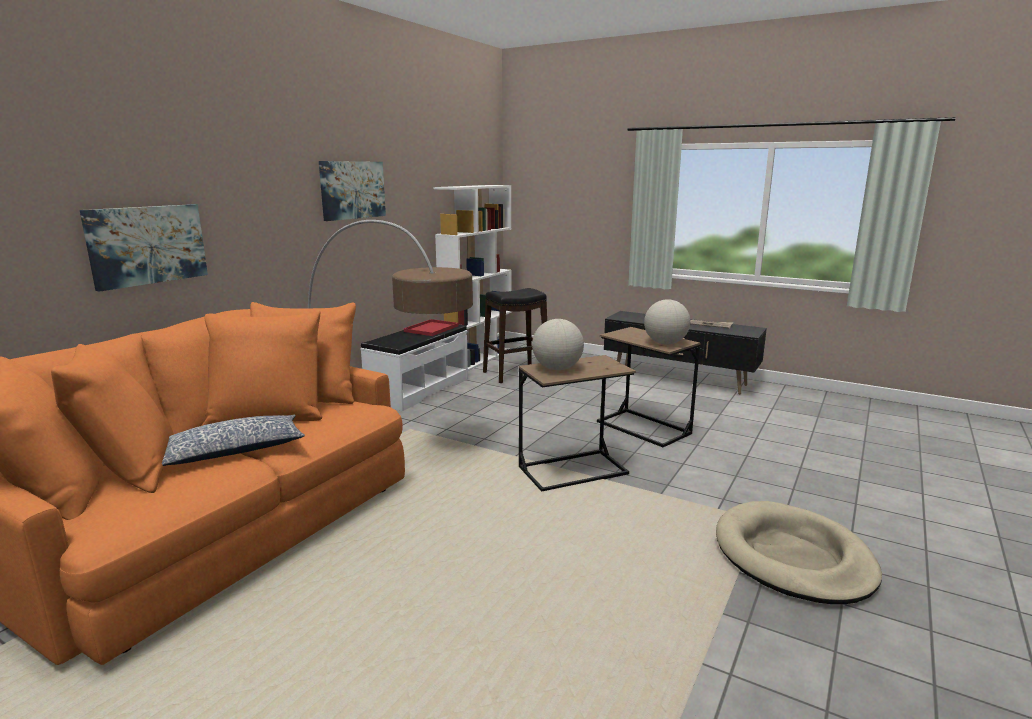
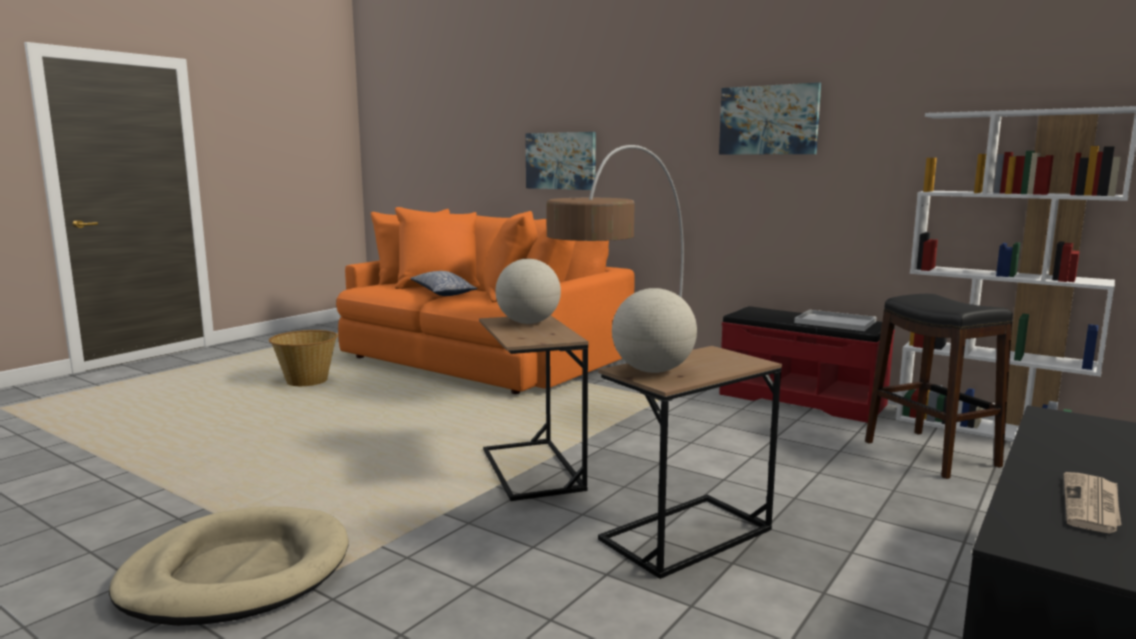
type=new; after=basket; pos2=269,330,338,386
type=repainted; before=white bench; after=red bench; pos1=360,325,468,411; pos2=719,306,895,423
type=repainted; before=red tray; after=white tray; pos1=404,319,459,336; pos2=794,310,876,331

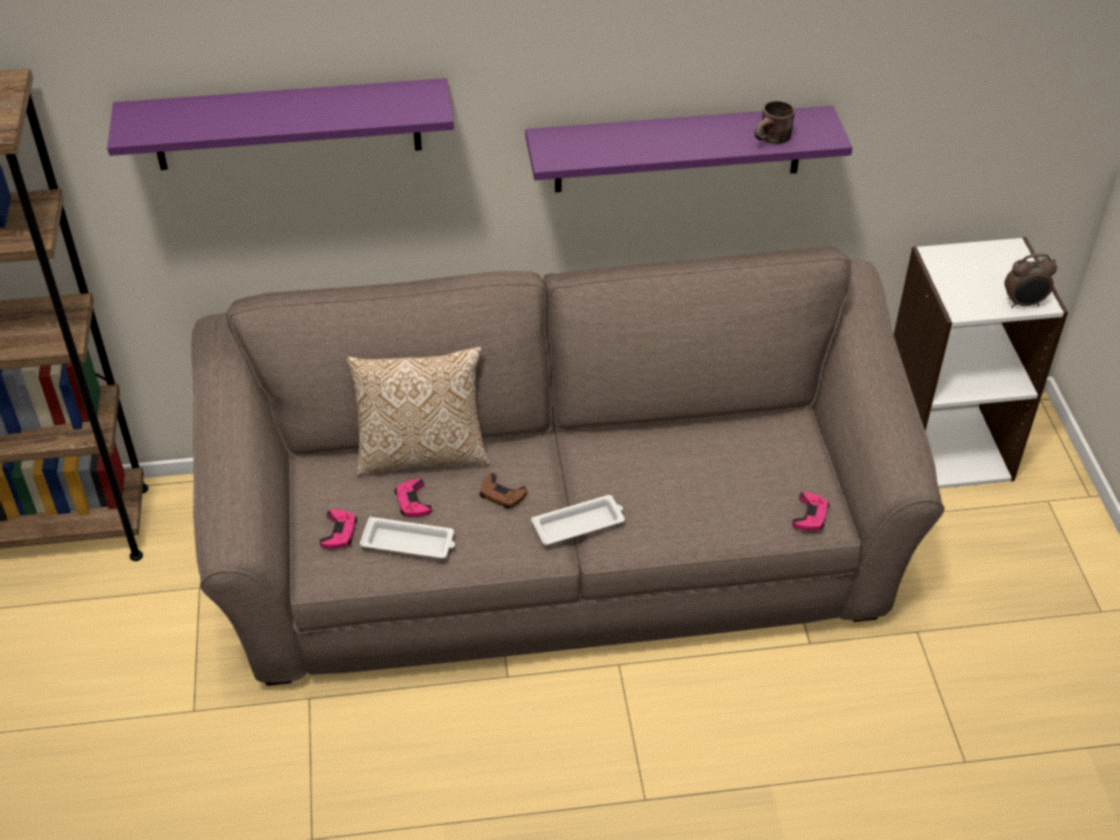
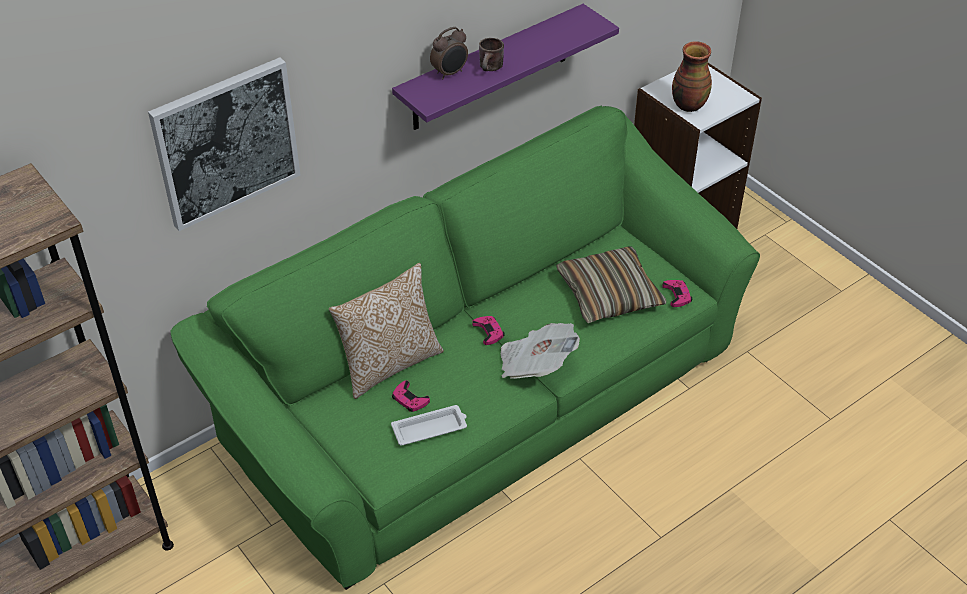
type=swapped; before=purple shelf; after=picture; pos1=107,78,454,170; pos2=148,57,300,231
type=repainted; before=brown sofa; after=green sofa; pos1=191,246,945,686; pos2=170,106,760,590
type=shifted; before=alarm clock; pos1=1005,254,1057,308; pos2=430,27,468,79
type=shifted; before=pink game controller; pos1=319,509,357,549; pos2=472,316,505,345
type=shifted; before=brown mug; pos1=754,101,795,144; pos2=479,38,504,71
type=swapped; before=white tray; after=newspaper; pos1=531,495,625,545; pos2=501,323,580,379
type=new; after=pillow; pos2=556,247,666,323
type=new; after=vase; pos2=672,41,712,112
type=gone; before=brown game controller; pos1=479,473,527,509

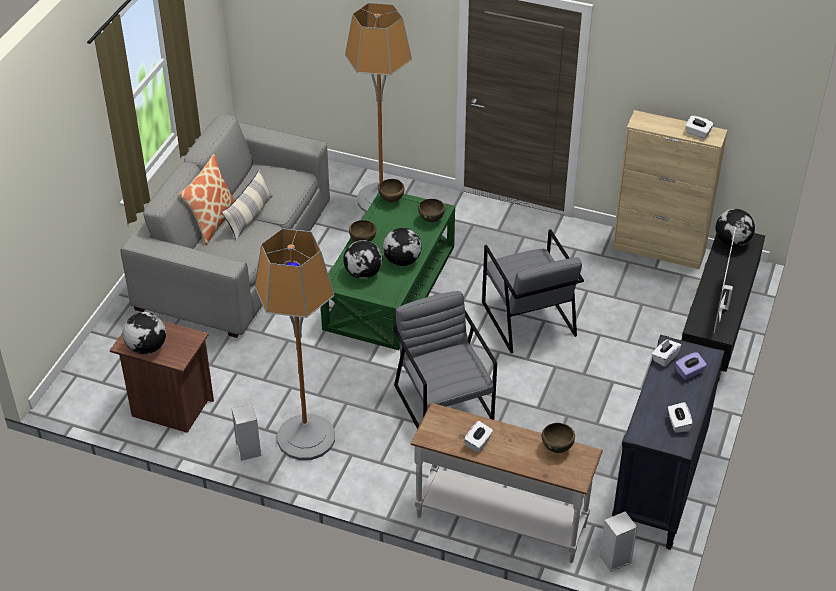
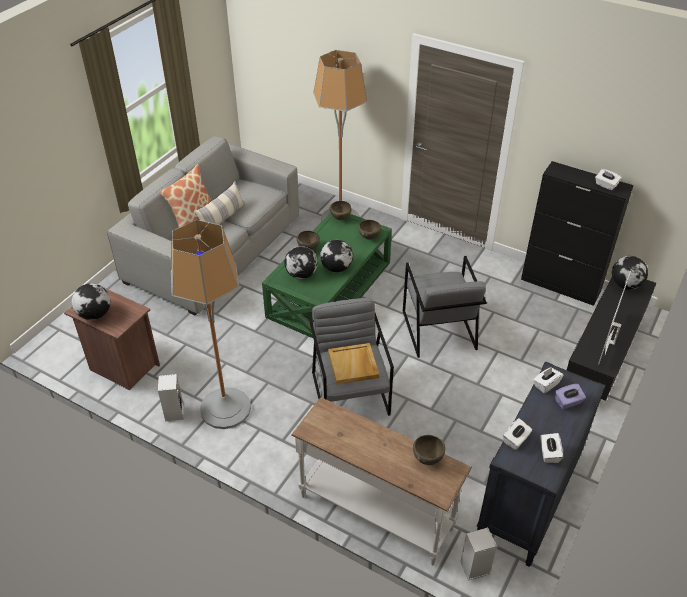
type=new; after=beige tray; pos2=328,343,379,385
type=shifted; before=white tissue box; pos1=464,421,493,452; pos2=503,418,532,450
type=repainted; before=beige cabinet; after=black cabinet; pos1=612,110,728,269; pos2=521,161,634,306

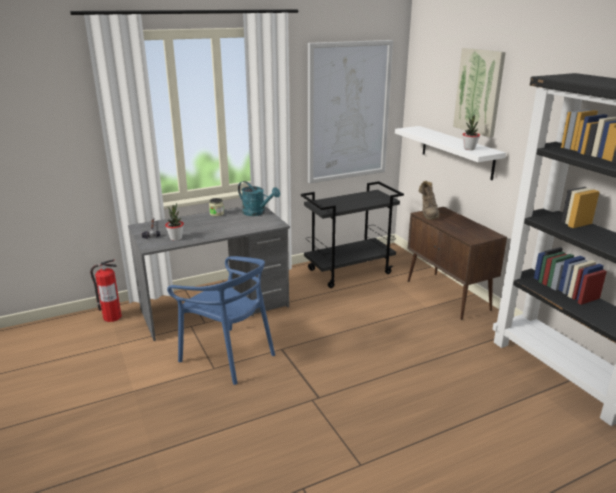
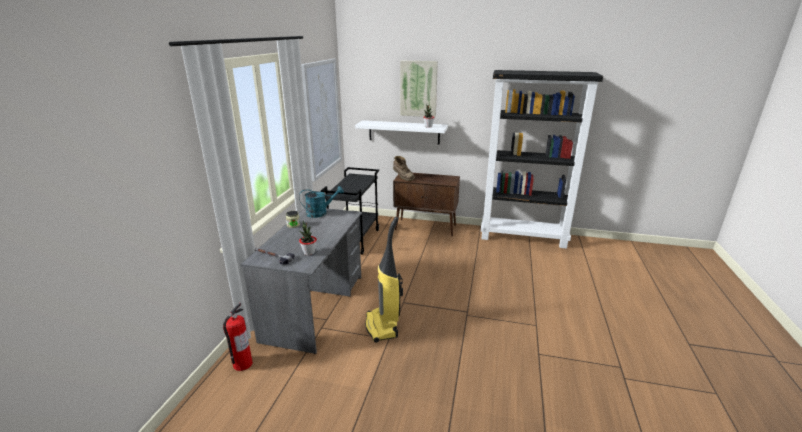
type=swapped; before=blue chair; after=vacuum cleaner; pos1=167,256,275,385; pos2=365,217,403,343

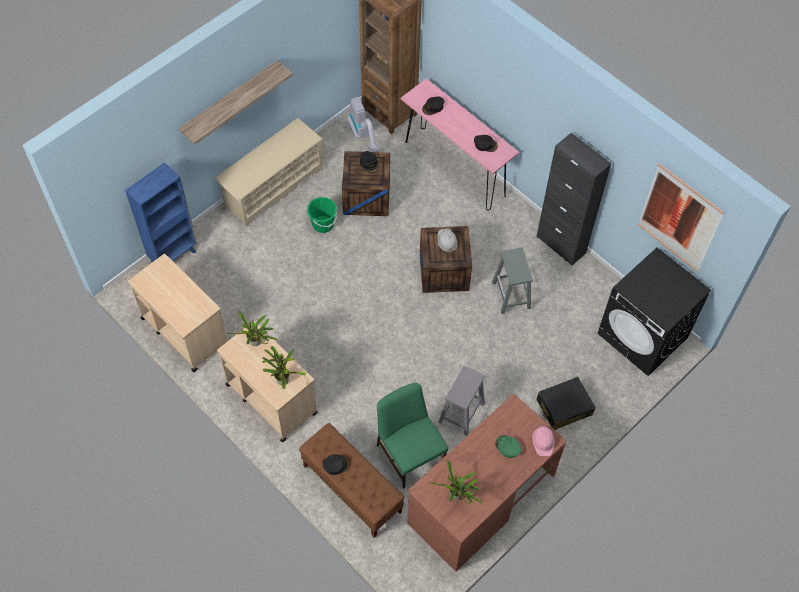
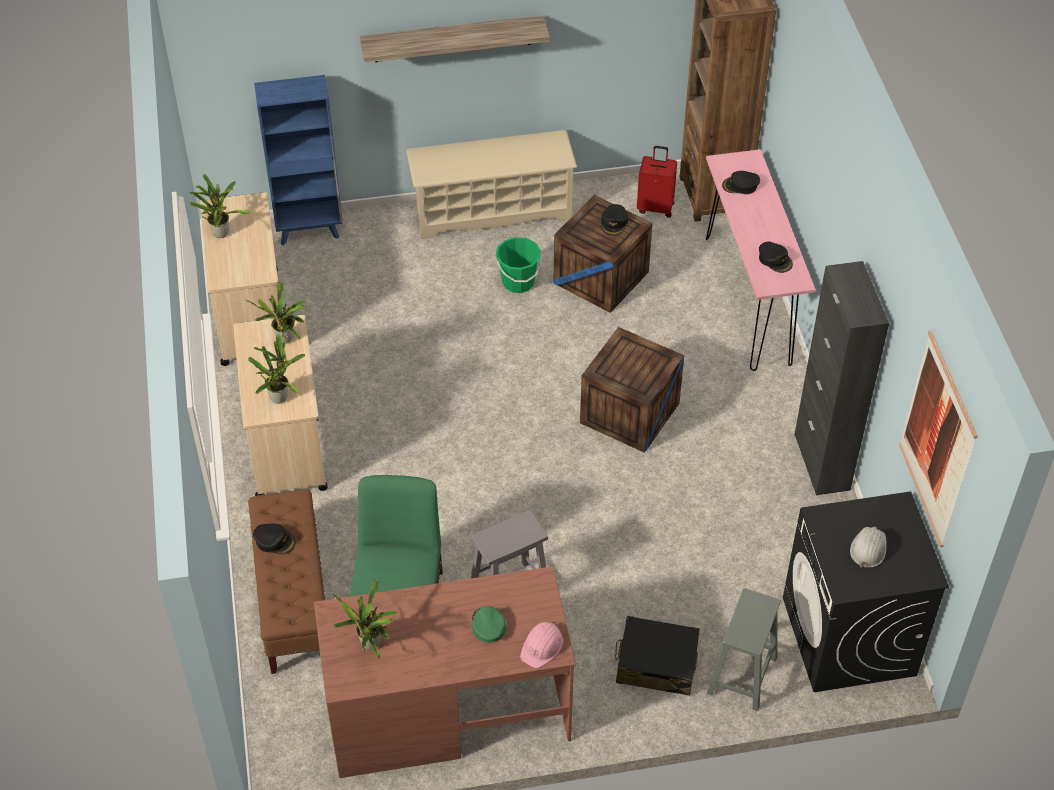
type=new; after=potted plant; pos2=189,174,250,238
type=swapped; before=vacuum cleaner; after=red suitcase; pos1=347,97,380,151; pos2=637,146,677,218
type=shifted; before=grey stool; pos1=492,247,533,314; pos2=707,588,781,711
type=shifted; before=white hard hat; pos1=438,228,458,252; pos2=850,527,887,568

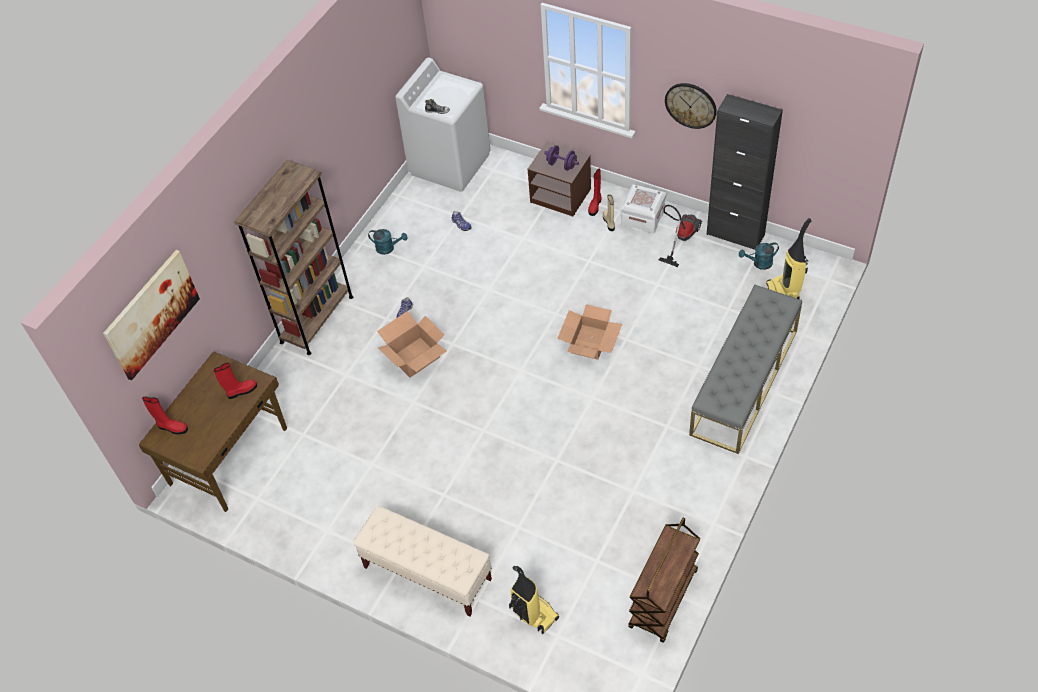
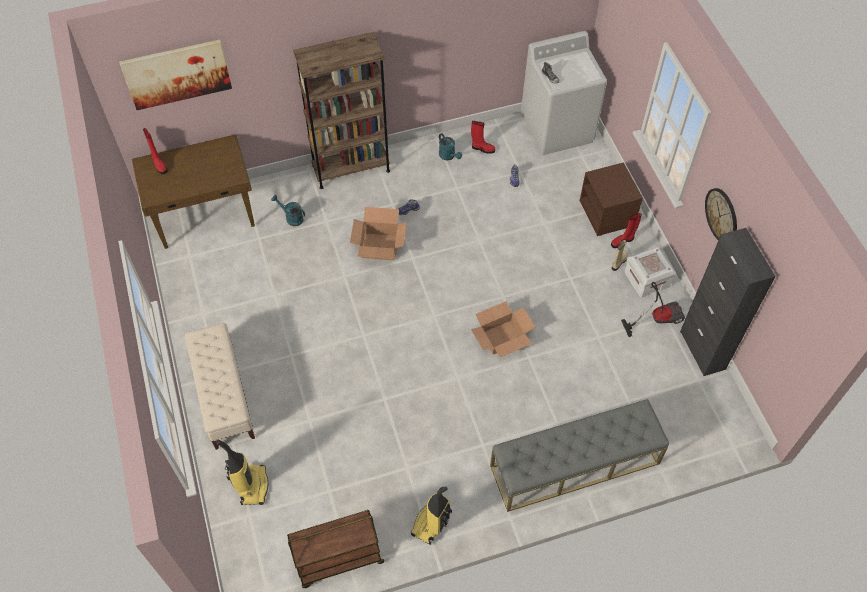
type=shifted; before=turquoise watering can; pos1=739,242,779,270; pos2=271,195,305,226
type=shifted; before=vacuum cleaner; pos1=766,218,812,299; pos2=411,486,452,545
type=shifted; before=red boot; pos1=214,363,257,399; pos2=471,121,495,154
type=gone; before=purple dumbbell; pos1=544,145,579,171

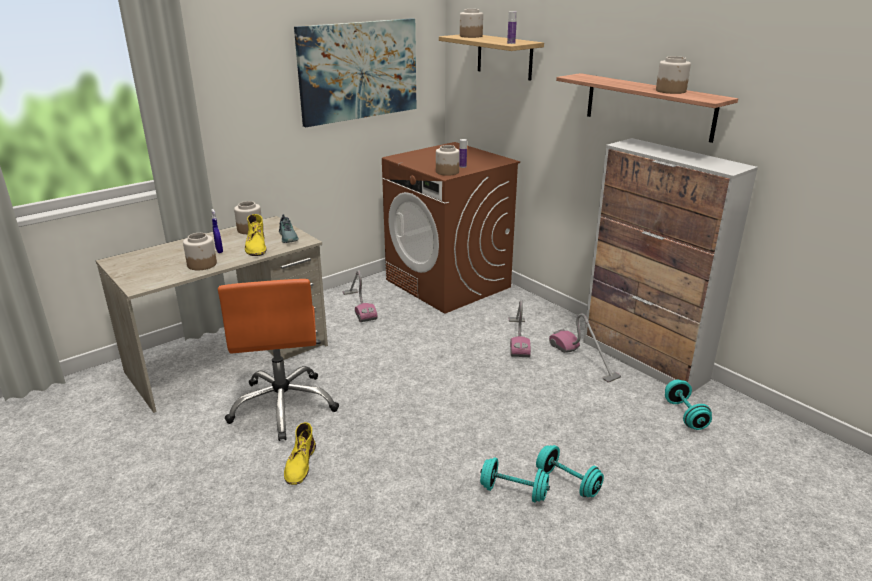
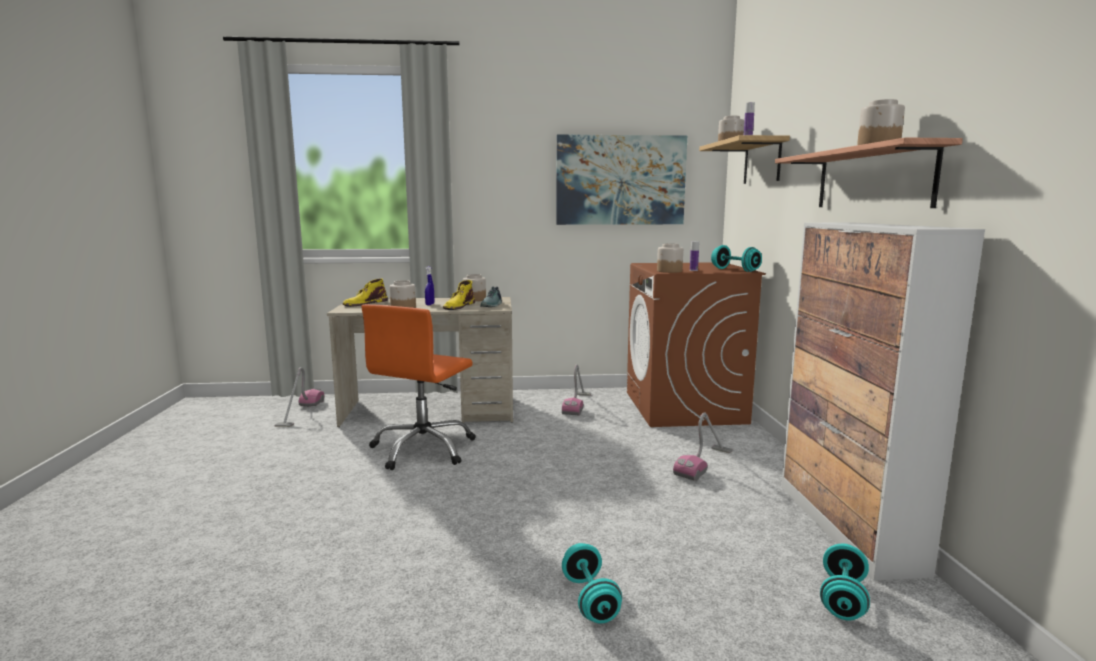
type=shifted; before=vacuum cleaner; pos1=549,313,621,383; pos2=274,367,324,427
type=shifted; before=yellow boot; pos1=284,422,316,485; pos2=343,278,388,307
type=shifted; before=turquoise dumbbell; pos1=480,457,550,503; pos2=711,245,762,272

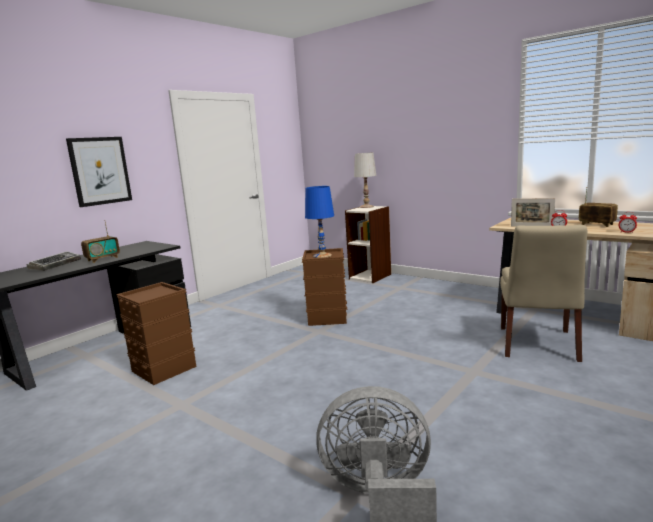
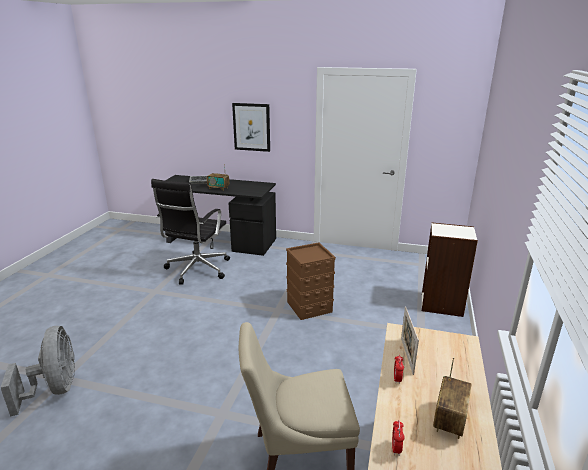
type=swapped; before=brown storage box; after=black office chair; pos1=116,282,196,385; pos2=151,179,230,285
type=gone; before=blue table lamp; pos1=305,186,334,258
type=gone; before=white table lamp; pos1=354,153,376,208

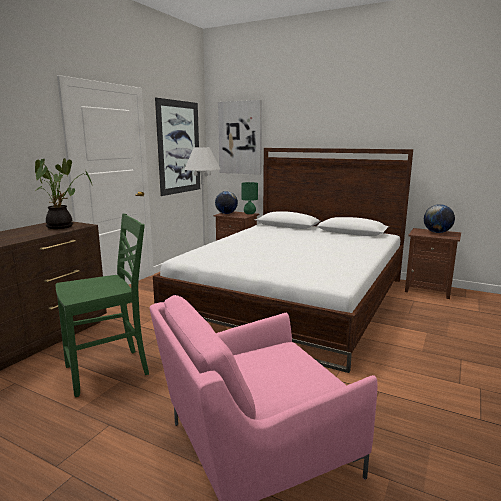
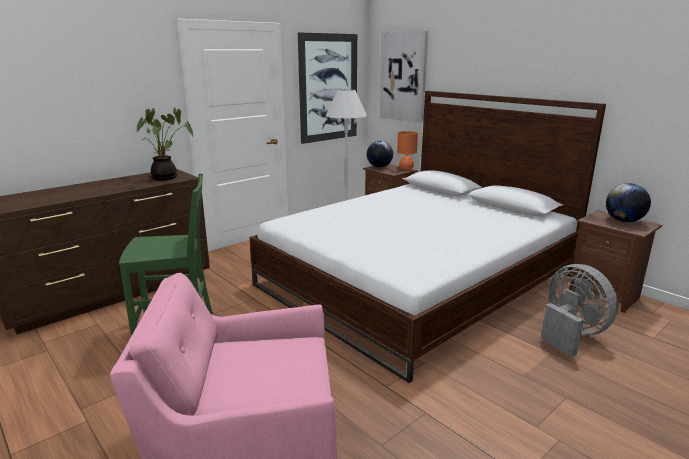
type=repainted; before=green table lamp; after=orange table lamp; pos1=241,182,258,214; pos2=397,131,418,170
type=new; after=grey fan; pos2=541,264,618,357

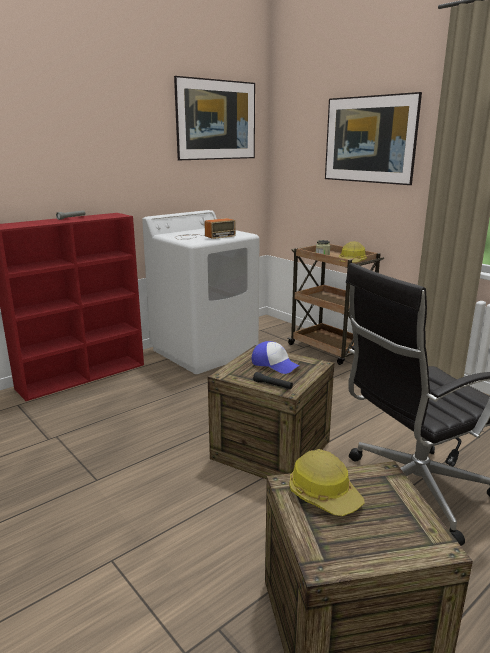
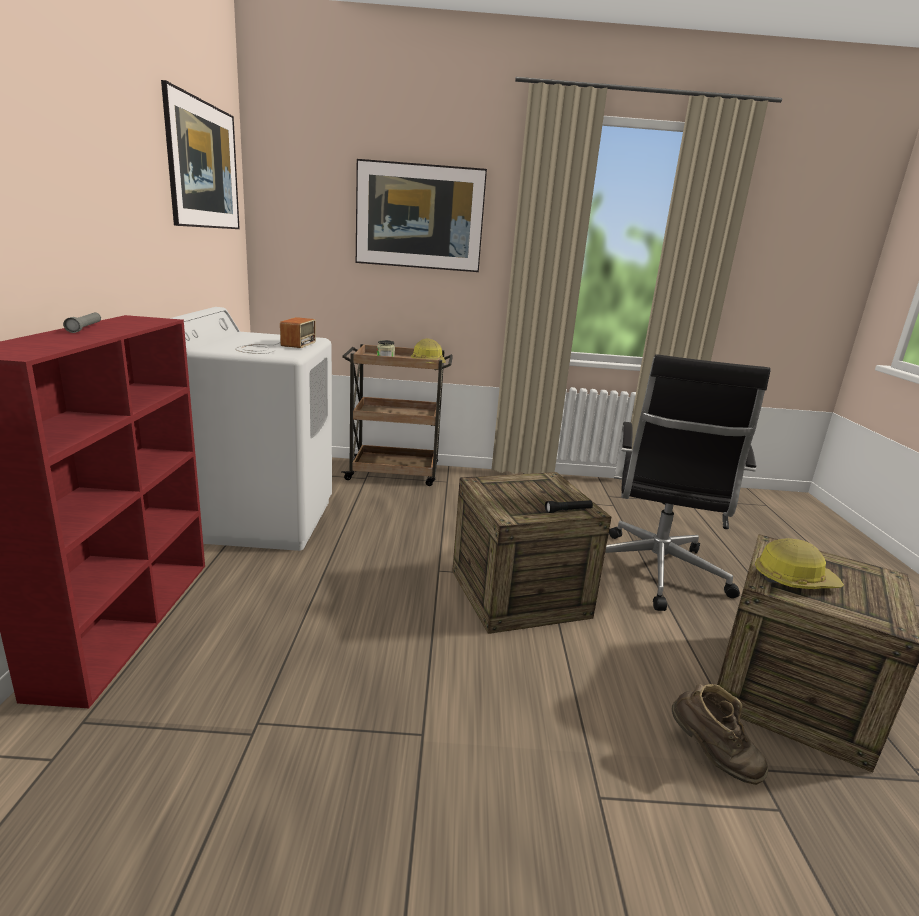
type=new; after=brown boot; pos2=672,684,768,785
type=gone; before=cap; pos1=252,341,299,374

